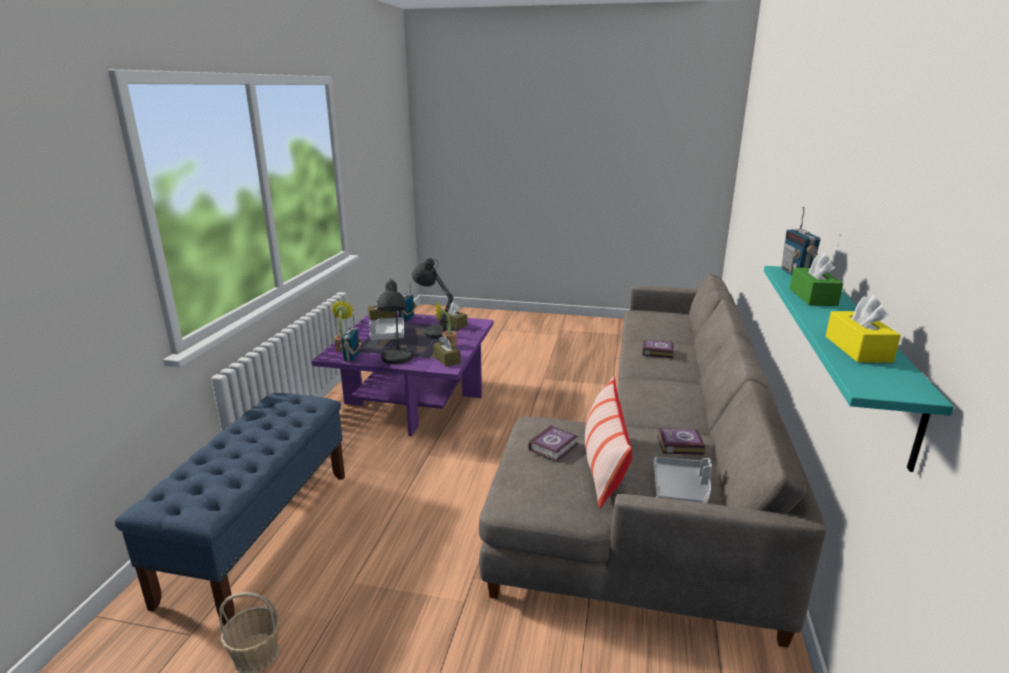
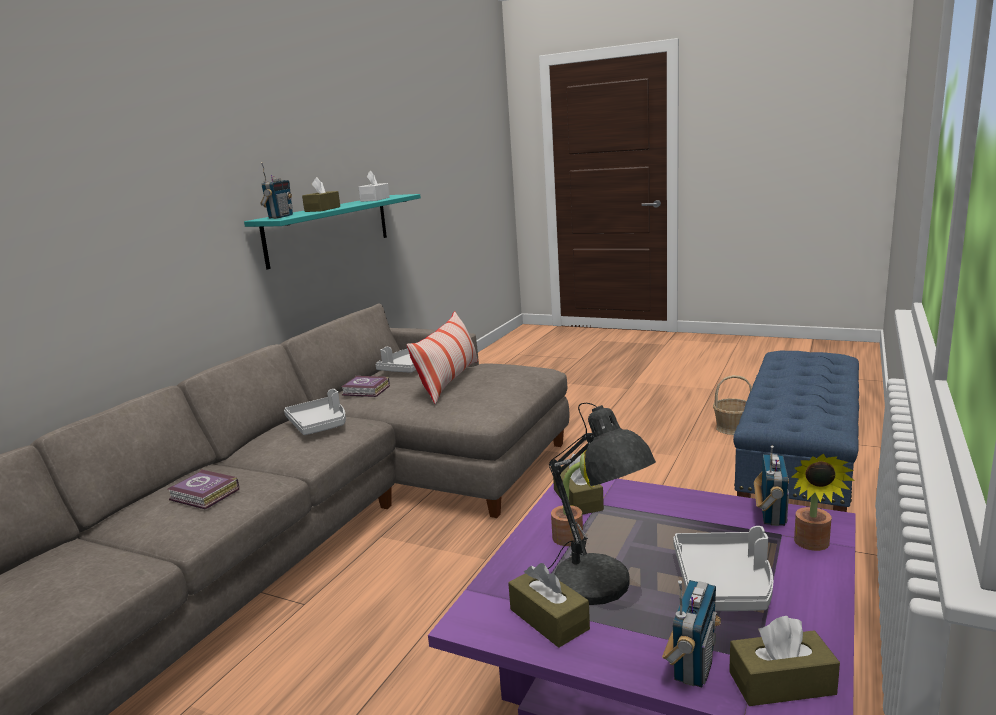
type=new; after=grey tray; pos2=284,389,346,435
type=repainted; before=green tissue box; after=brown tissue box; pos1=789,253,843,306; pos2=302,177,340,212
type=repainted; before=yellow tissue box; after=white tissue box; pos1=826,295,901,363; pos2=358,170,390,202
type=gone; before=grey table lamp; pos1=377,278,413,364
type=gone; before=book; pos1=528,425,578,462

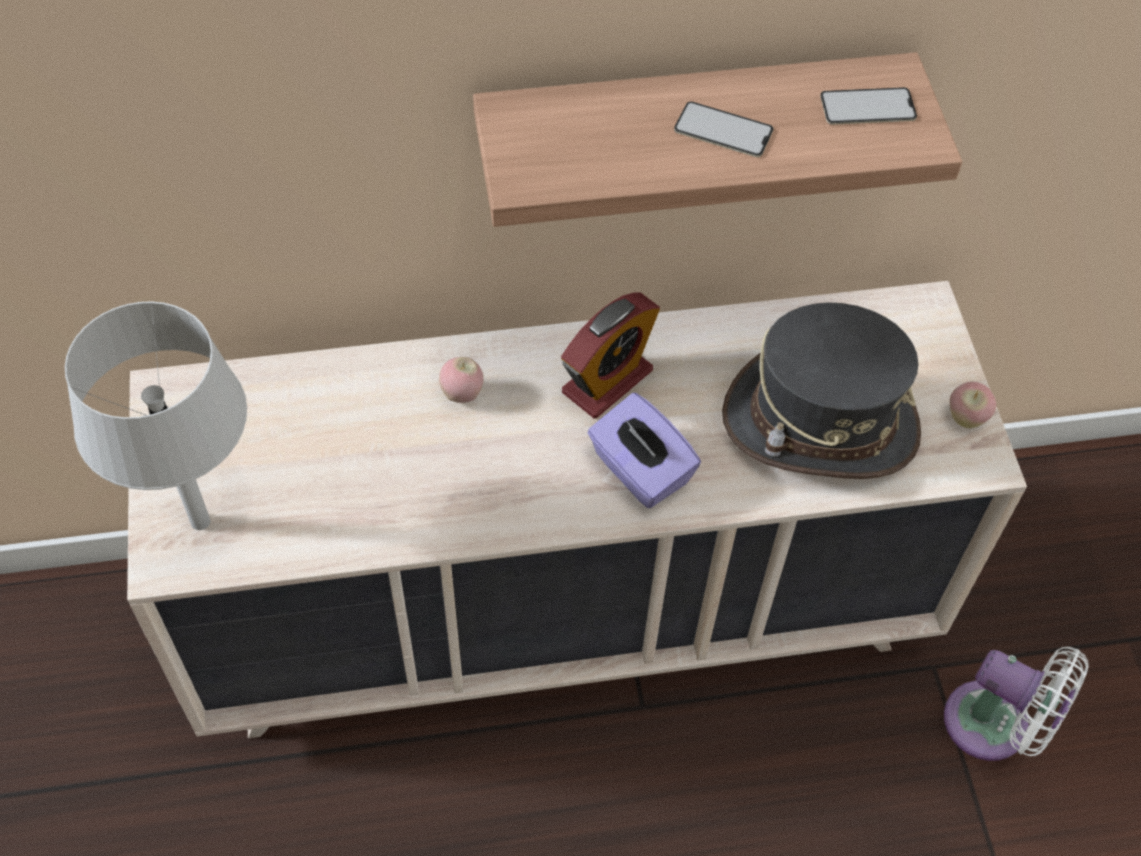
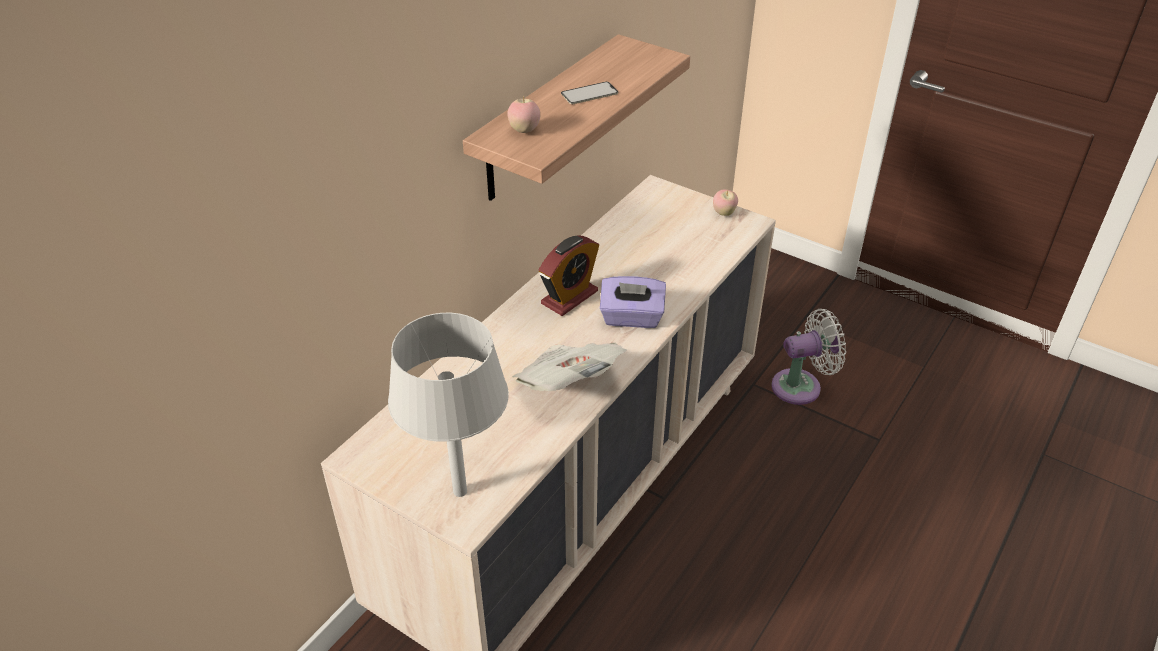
type=shifted; before=apple; pos1=439,357,484,403; pos2=507,97,541,133
type=new; after=newspaper; pos2=512,343,627,391
type=rotated; before=alarm clock; pos1=561,292,660,418; pos2=539,235,599,316; turn=45
type=gone; before=grey hat; pos1=722,302,921,479
type=gone; before=phone; pos1=820,87,917,125

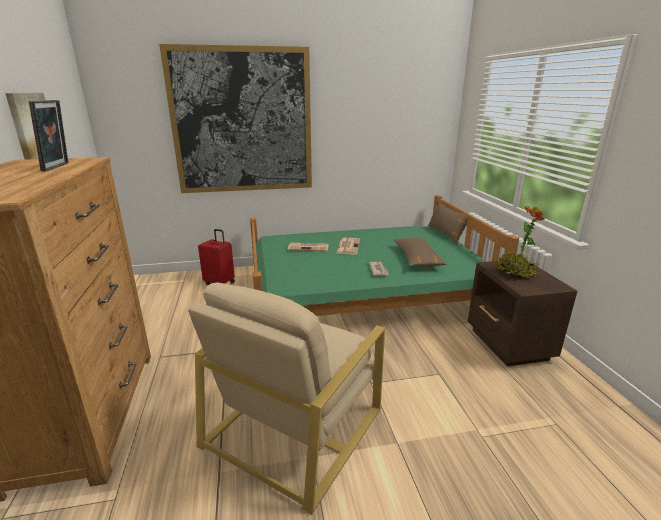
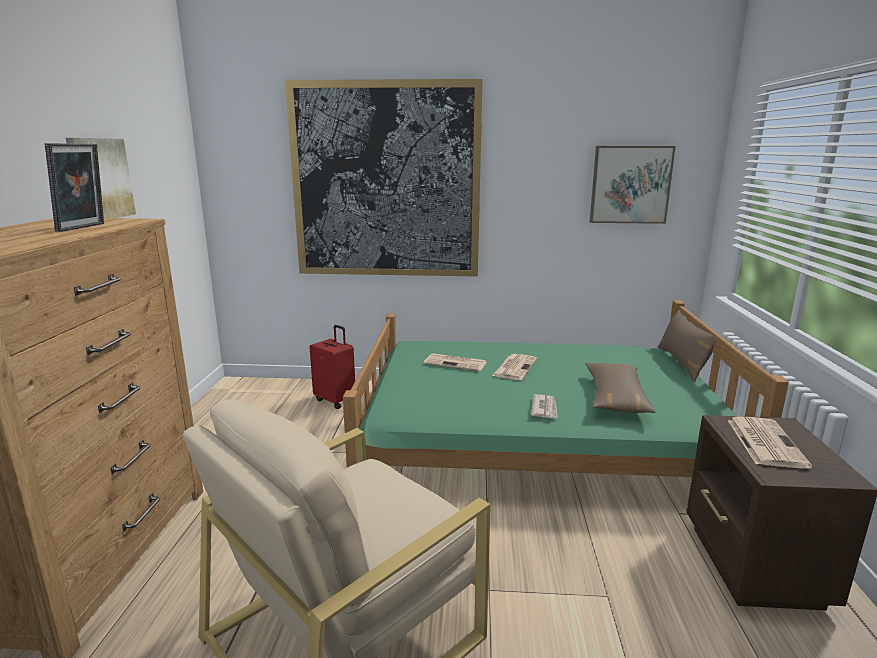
type=new; after=picture; pos2=590,146,676,224
type=swapped; before=potted plant; after=newspaper; pos1=496,205,544,278; pos2=728,417,812,468

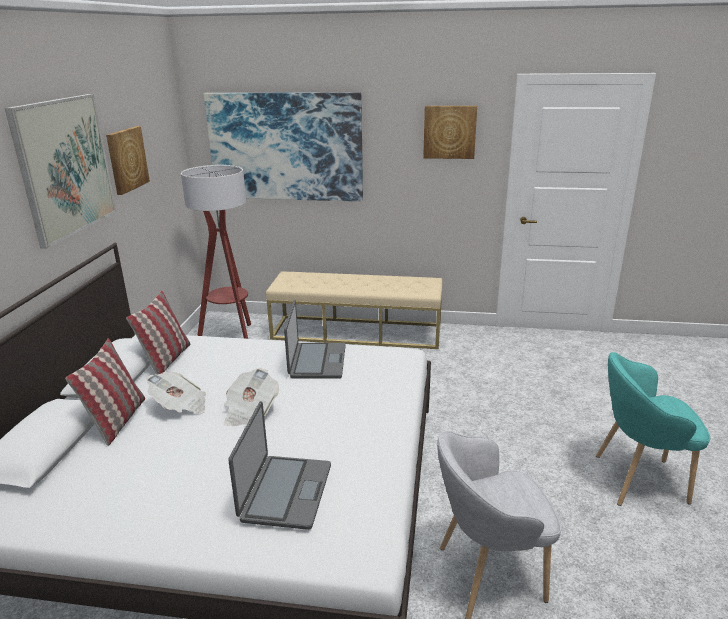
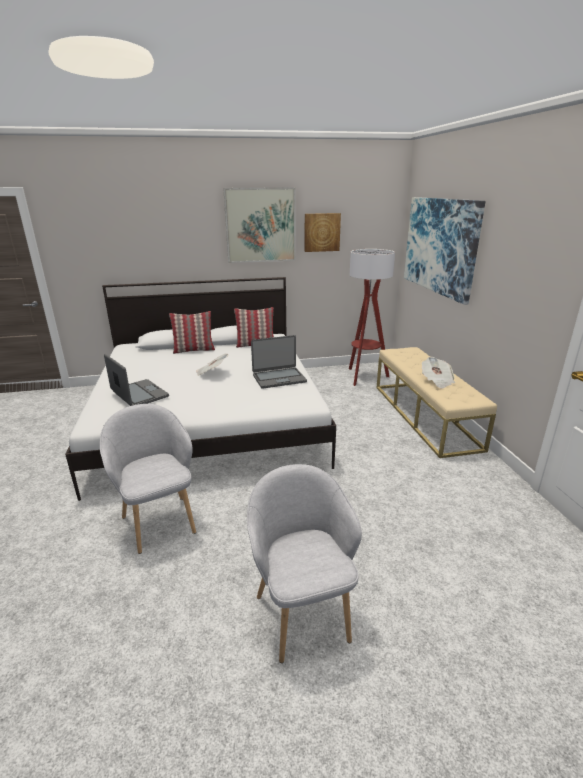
type=rotated; before=laptop; pos1=228,401,331,530; pos2=104,354,169,406; turn=-120
type=repainted; before=turquoise armchair; after=grey armchair; pos1=596,352,710,506; pos2=247,464,362,663
type=shifted; before=newspaper; pos1=147,372,206,414; pos2=422,357,455,389
type=gone; before=picture; pos1=423,106,477,159

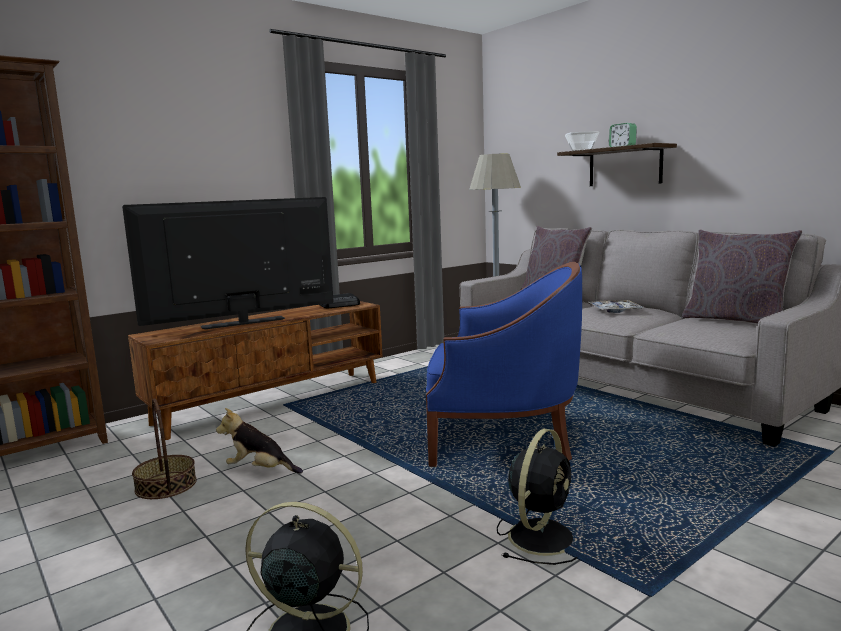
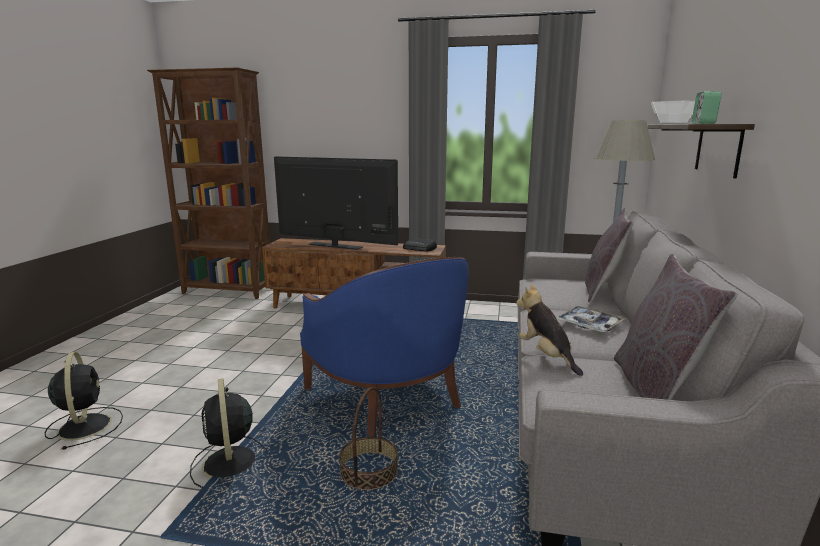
type=rotated; before=black fan; pos1=497,429,577,565; pos2=190,379,268,488; turn=75
type=shifted; before=basket; pos1=132,398,197,499; pos2=339,387,398,490
type=shifted; before=plush toy; pos1=216,408,303,474; pos2=516,284,583,376

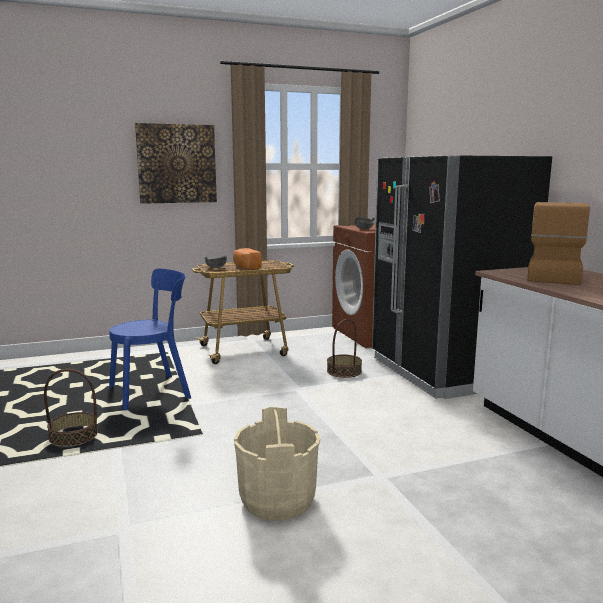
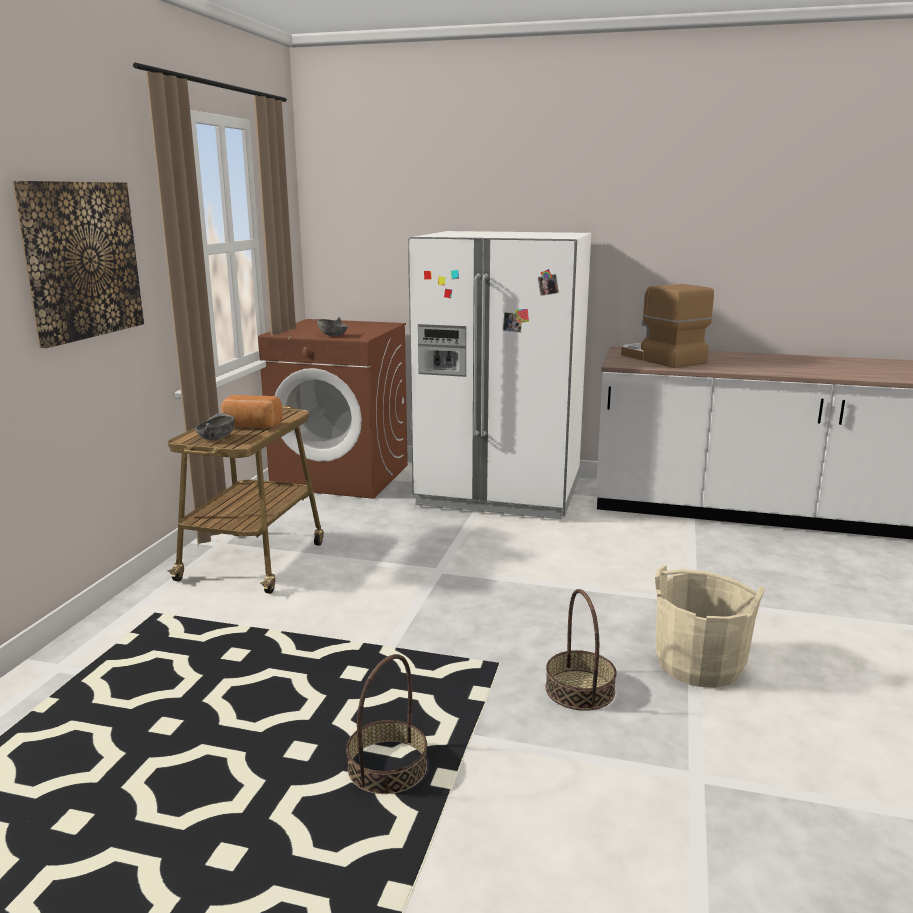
type=repainted; before=black fridge; after=white fridge; pos1=372,155,552,399; pos2=408,231,591,519
type=shifted; before=basket; pos1=327,319,362,378; pos2=545,589,617,711
type=gone; before=blue chair; pos1=109,268,191,410

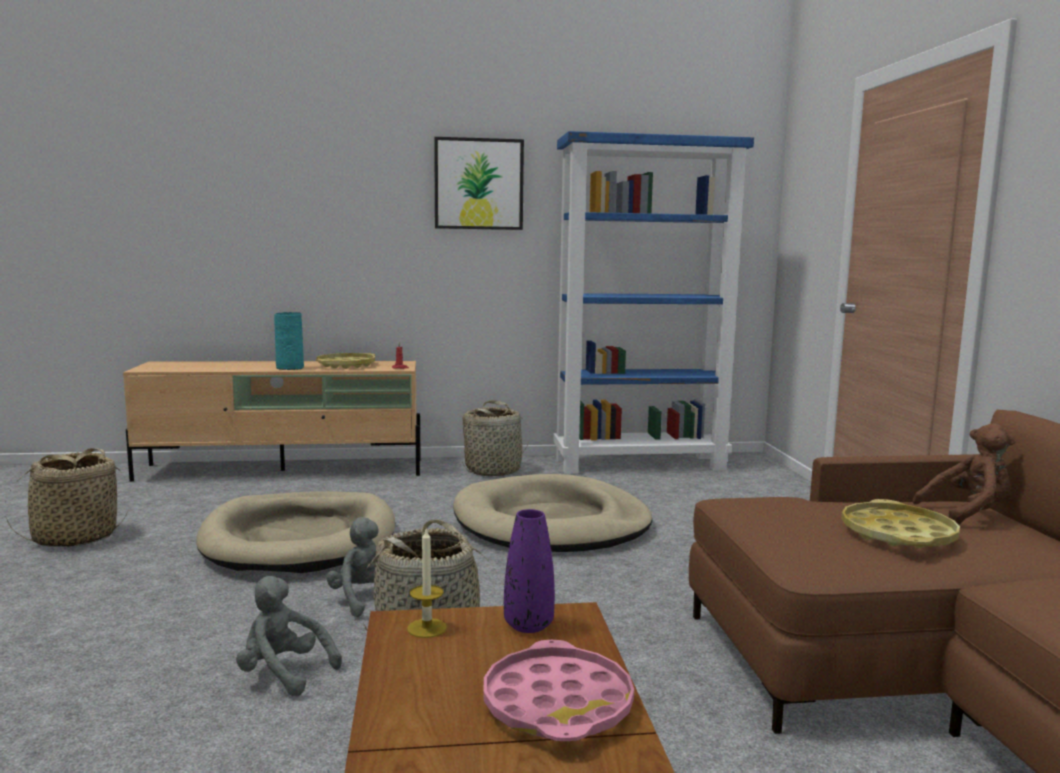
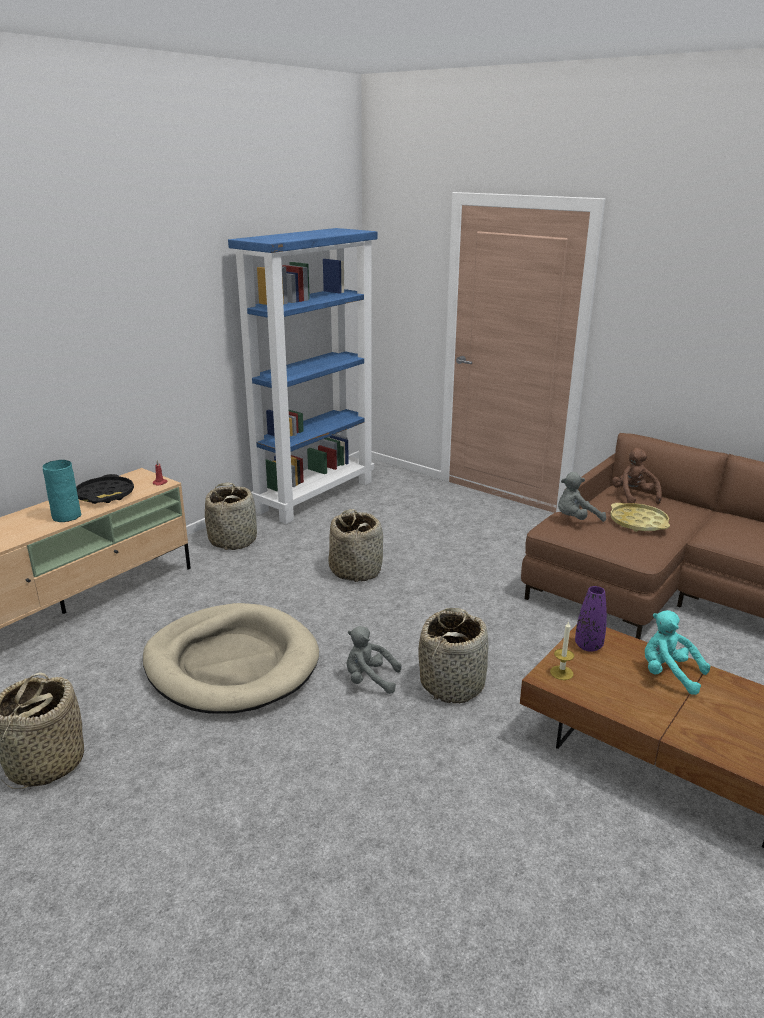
type=repainted; before=yellow tray; after=black tray; pos1=316,353,375,369; pos2=76,474,134,504
type=swapped; before=beige dog bed; after=basket; pos1=453,474,652,552; pos2=328,509,383,582
type=shifted; before=grey plush toy; pos1=236,576,342,696; pos2=558,472,606,522
type=rotated; before=brown plush toy; pos1=913,423,1016,525; pos2=612,448,662,504; turn=-45
type=swapped; before=pink tray; after=turquoise plush toy; pos1=484,640,634,741; pos2=645,610,710,695
type=gone; before=picture; pos1=434,137,524,230

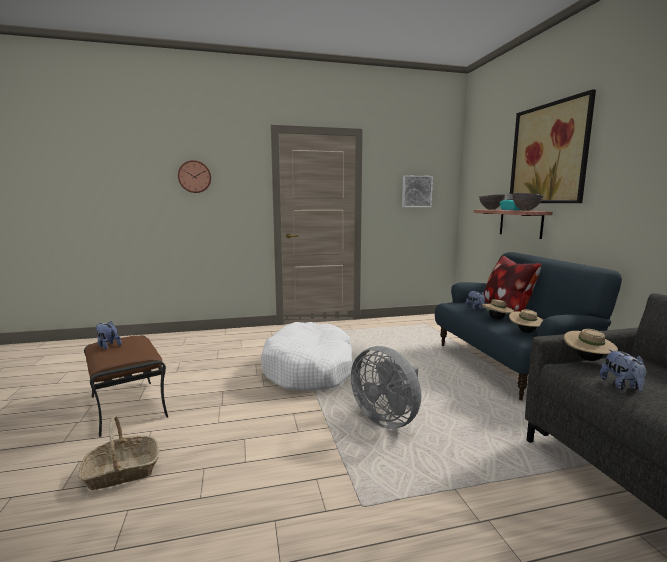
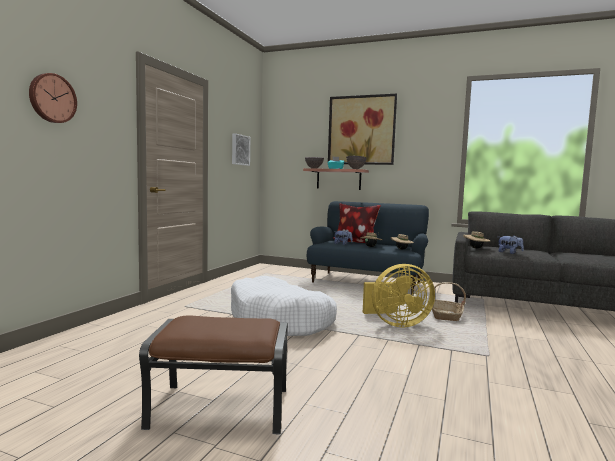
type=repainted; before=grey fan; after=yellow fan; pos1=351,346,421,429; pos2=363,264,435,327
type=shifted; before=basket; pos1=79,415,159,490; pos2=432,282,466,321
type=gone; before=plush toy; pos1=96,321,122,349

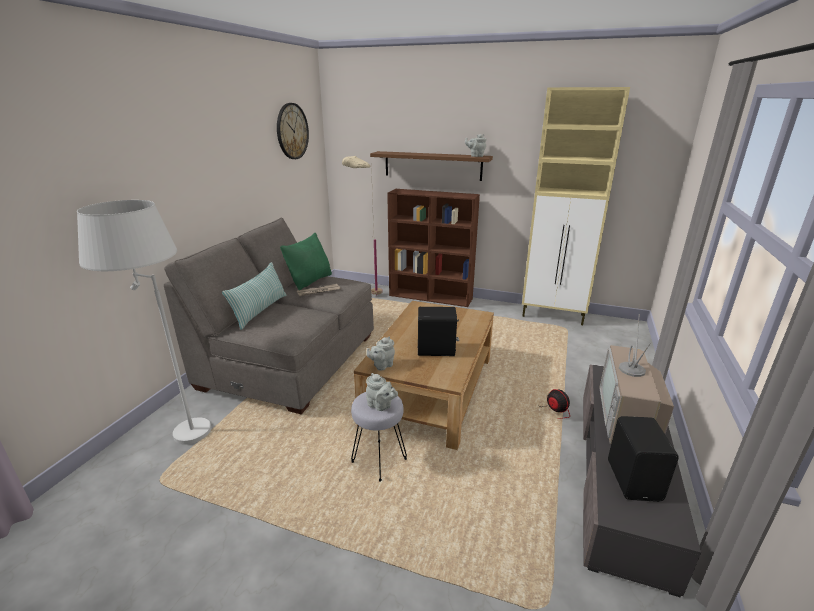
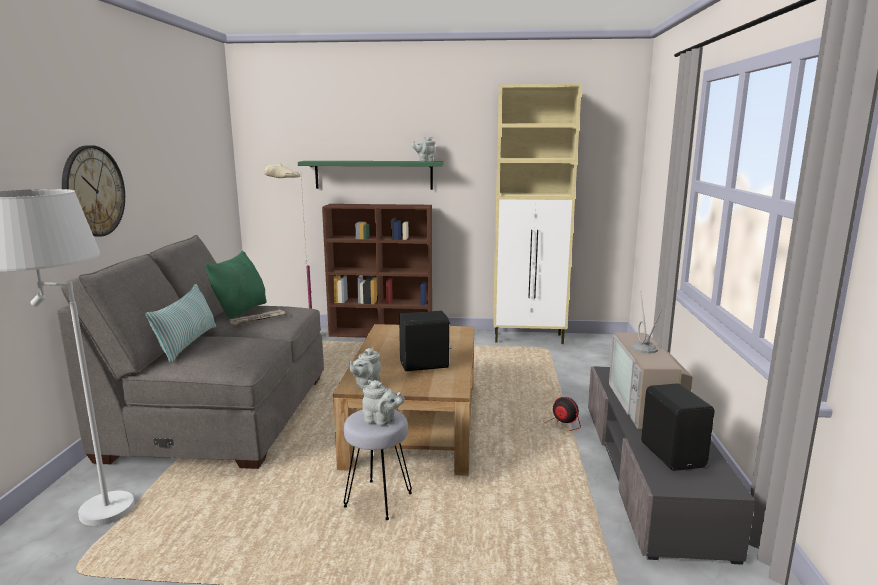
type=shifted; before=wall clock; pos1=277,103,309,159; pos2=62,145,125,236
type=repainted; before=brown shelf; after=green shelf; pos1=370,151,493,181; pos2=298,161,443,190

